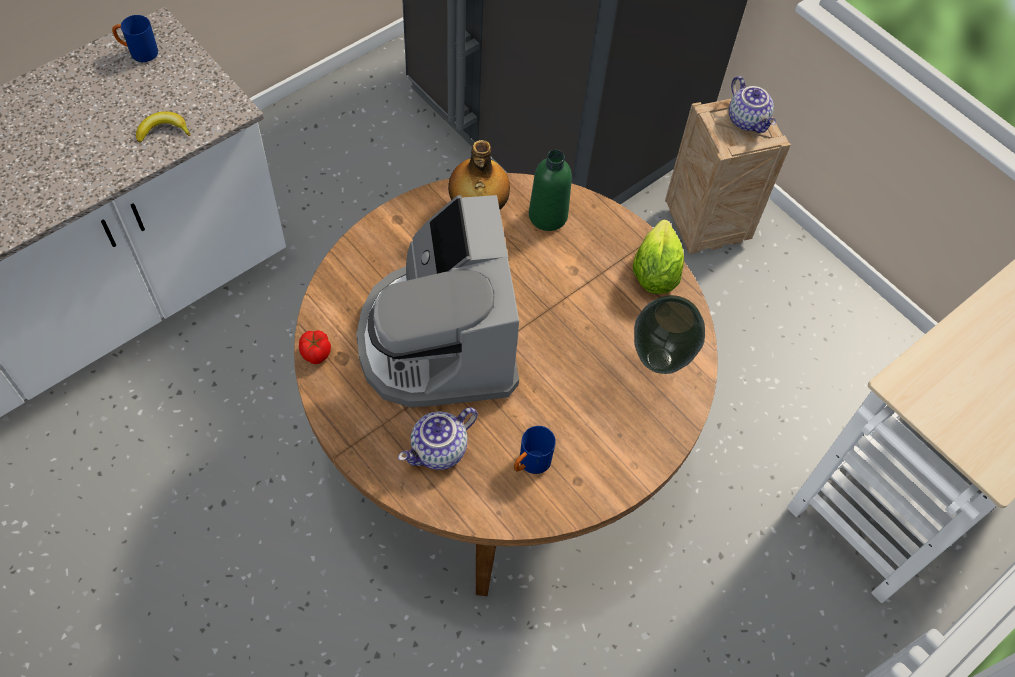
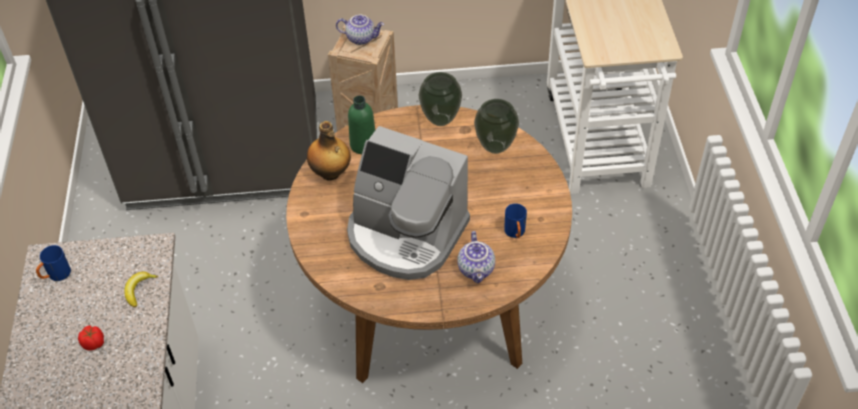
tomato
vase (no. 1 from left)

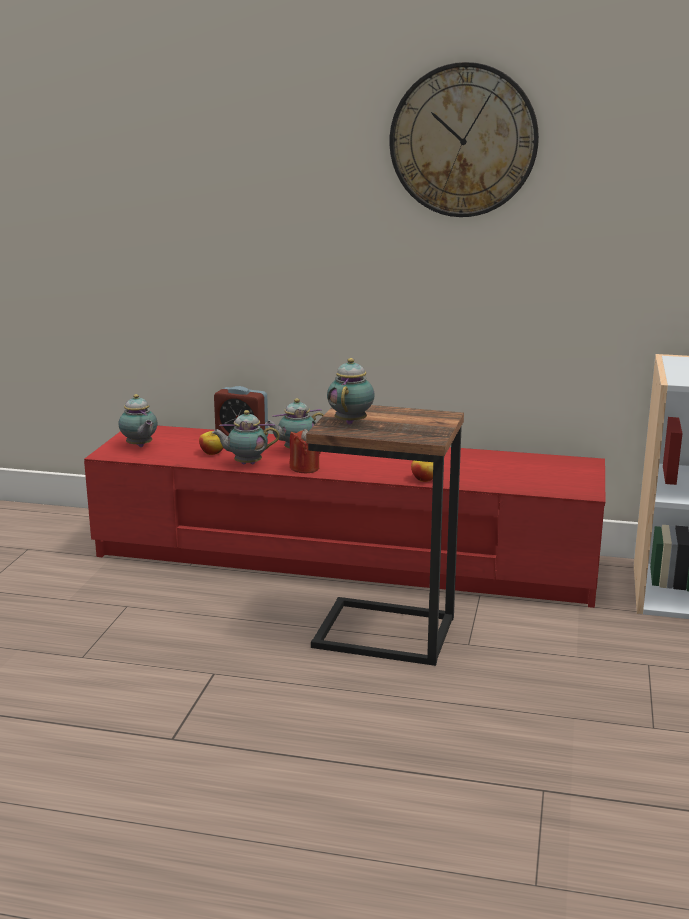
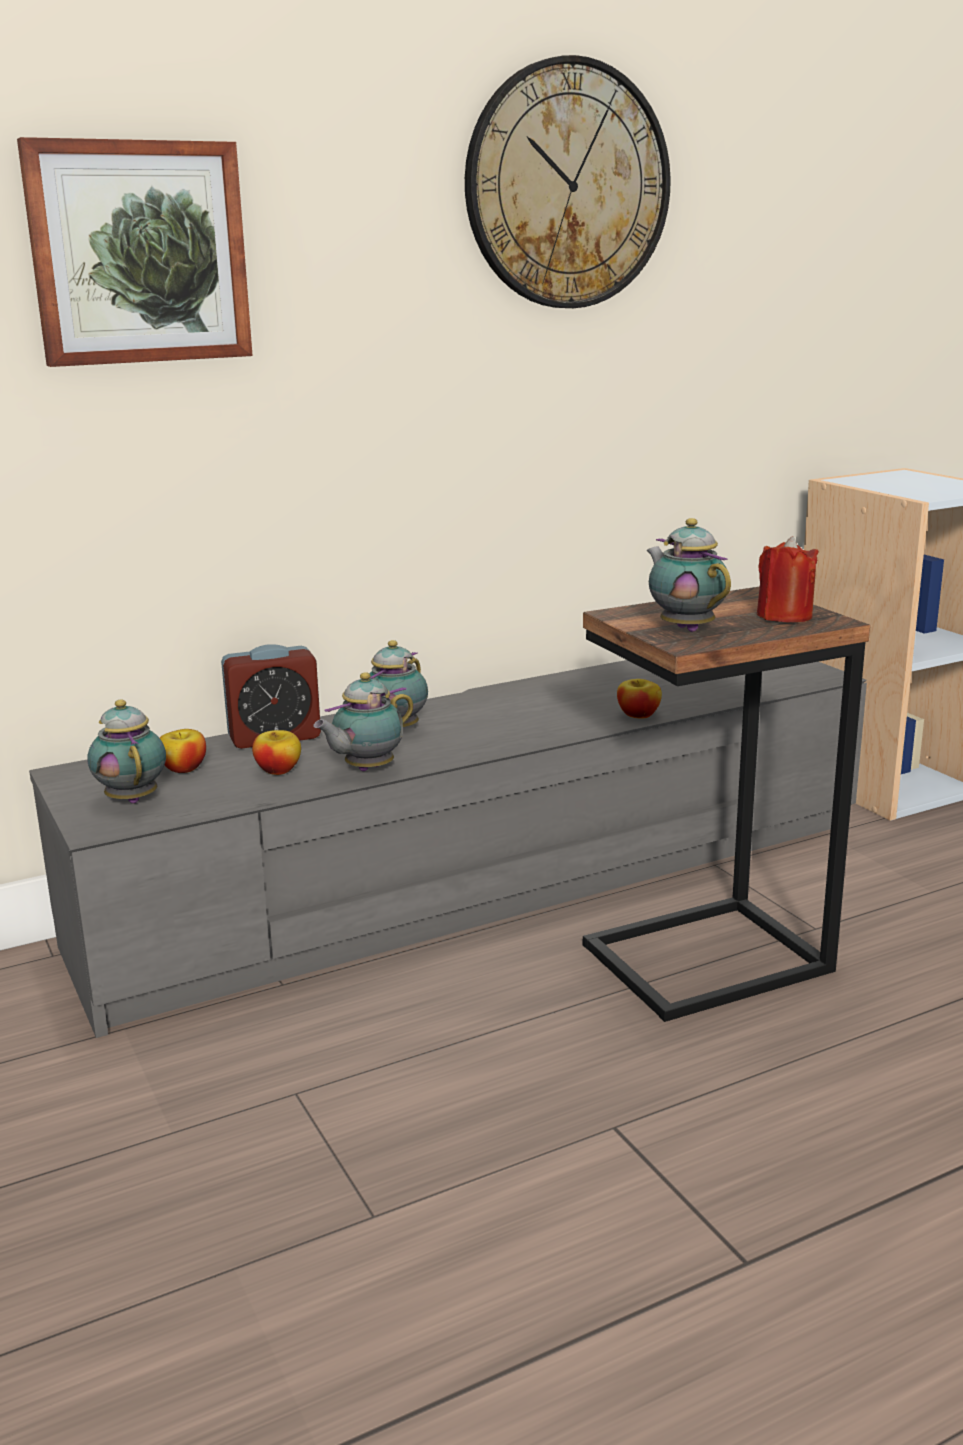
picture
grey tv stand
teapot (no. 1 from left)
apple (no. 1 from left)
red candle

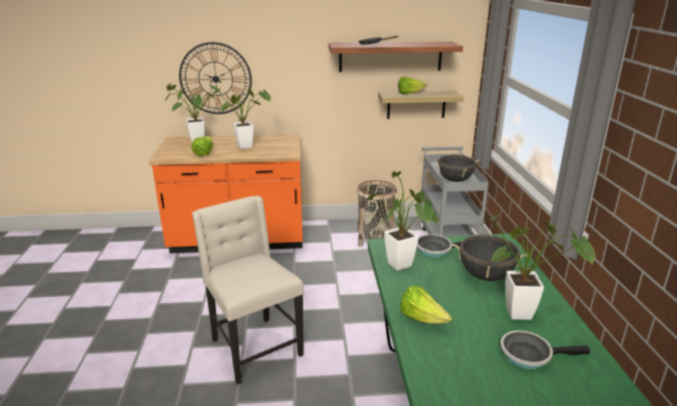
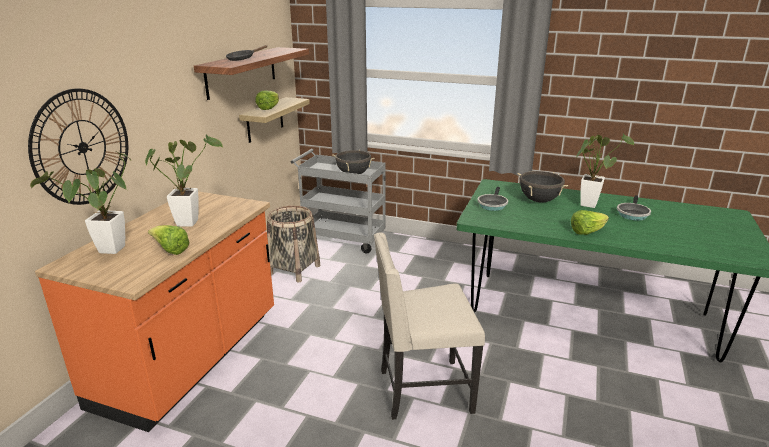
potted plant (no. 3 from left in the first image)

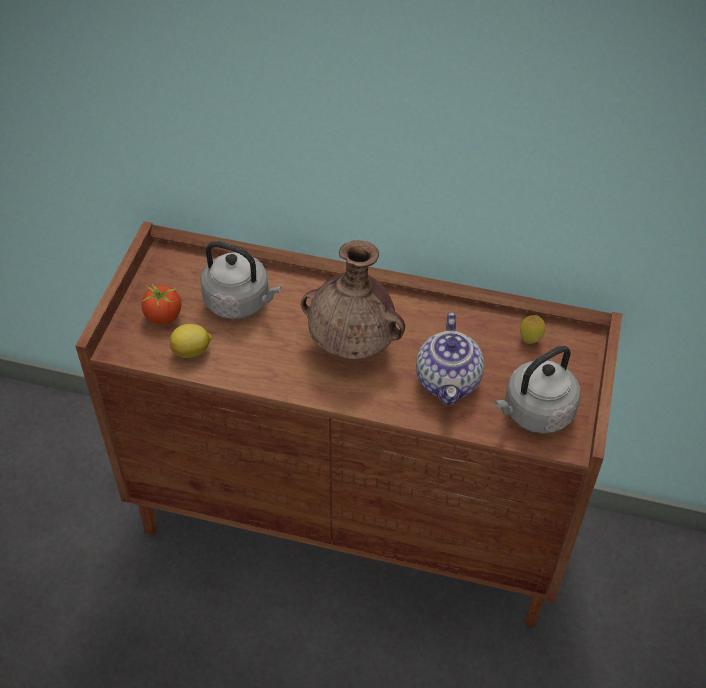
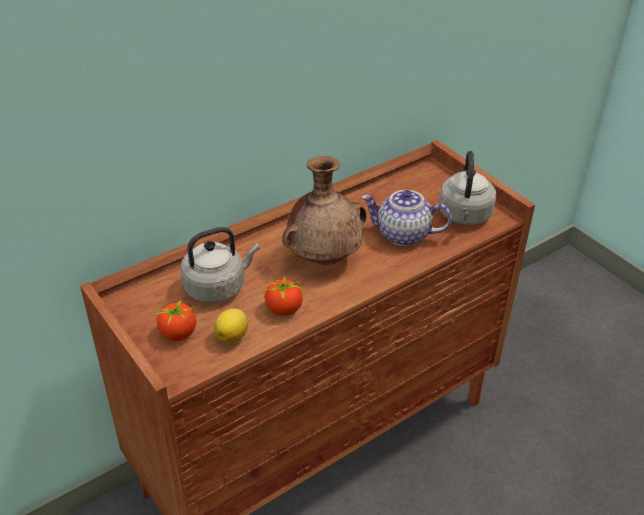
tomato (no. 2 from left)
teapot
lemon (no. 2 from left in the first image)

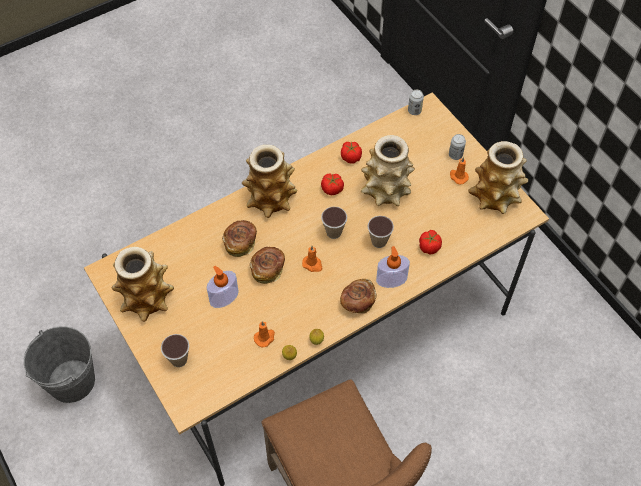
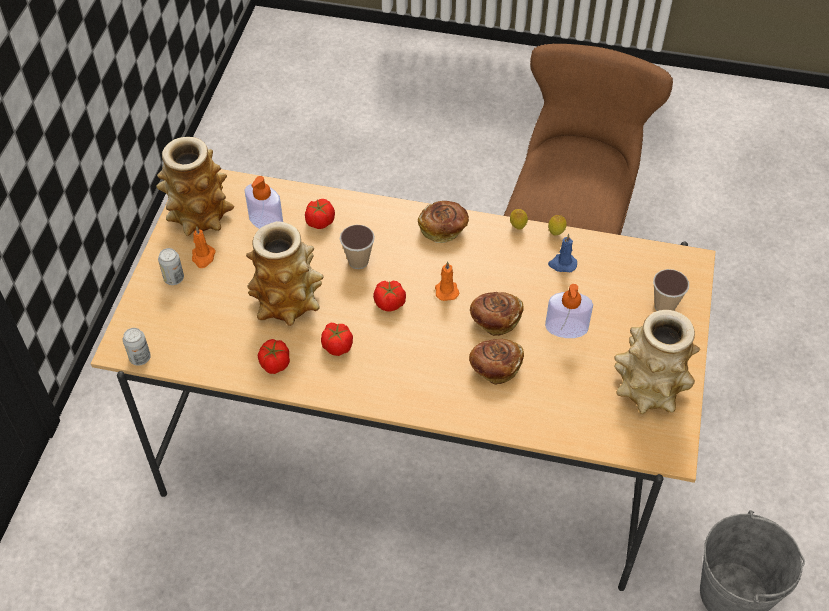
soap dispenser (no. 1 from left)
tomato (no. 4 from left)
blue candle
vase (no. 2 from left in the first image)

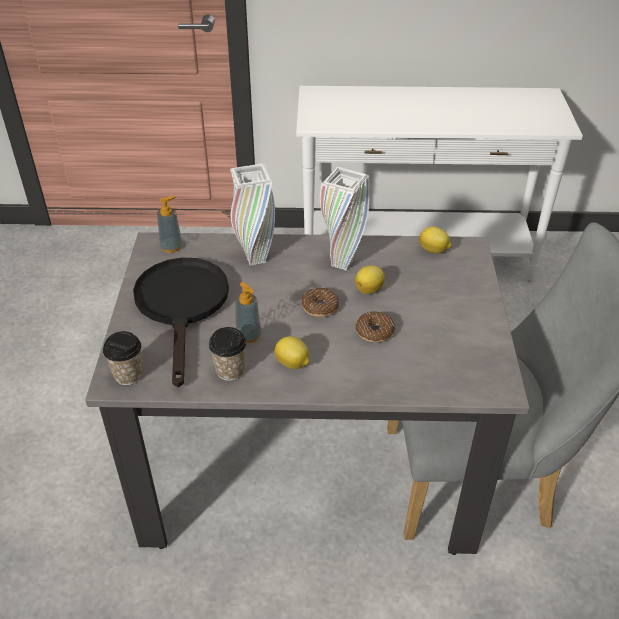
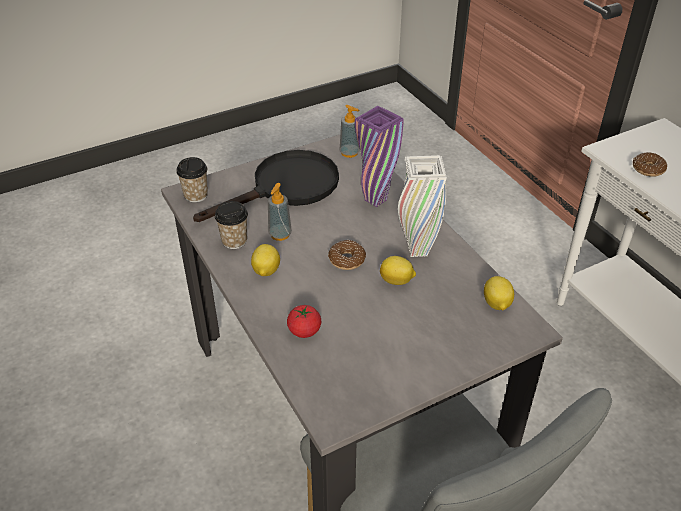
tomato
purple vase
donut (no. 2 from left)

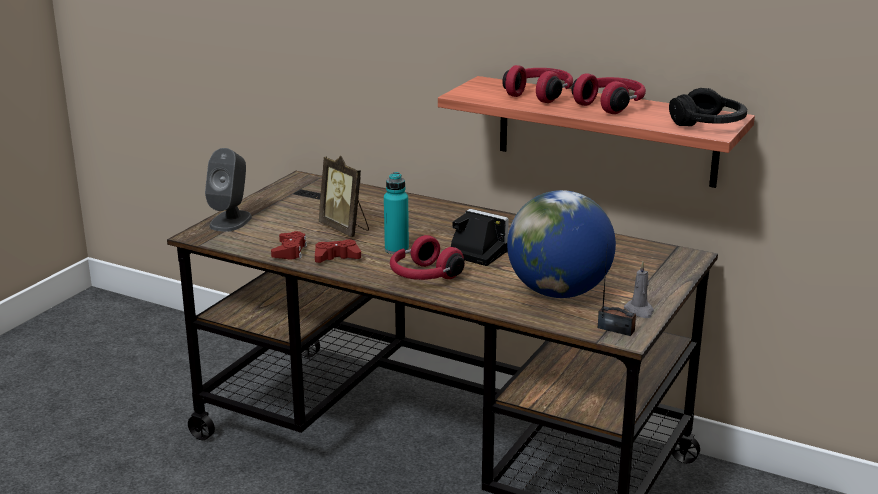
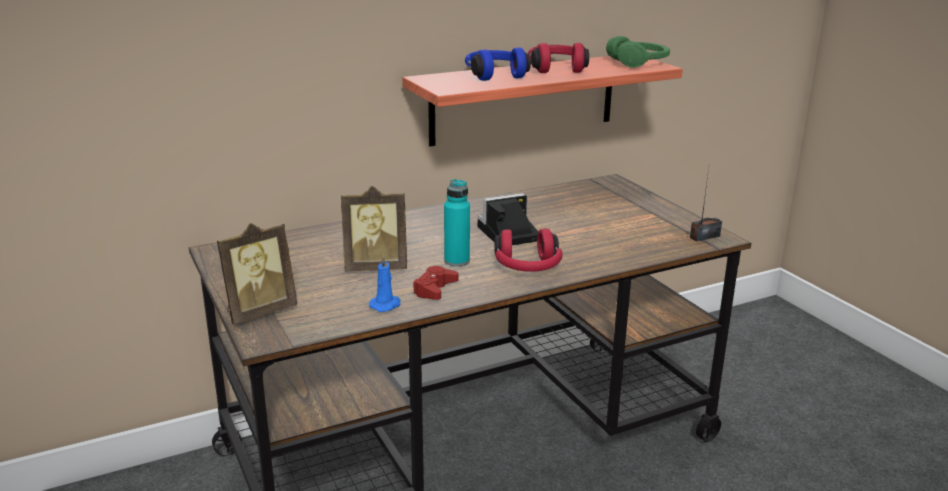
picture frame (no. 1 from left)
blue candle
blue headphones
green headphones
globe
grey candle

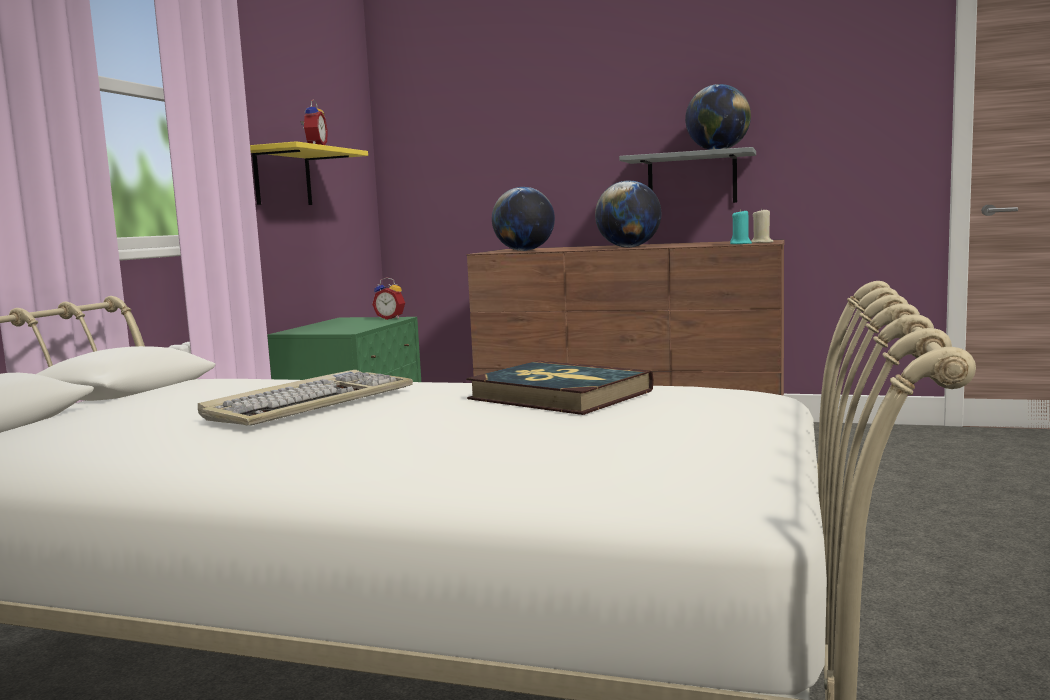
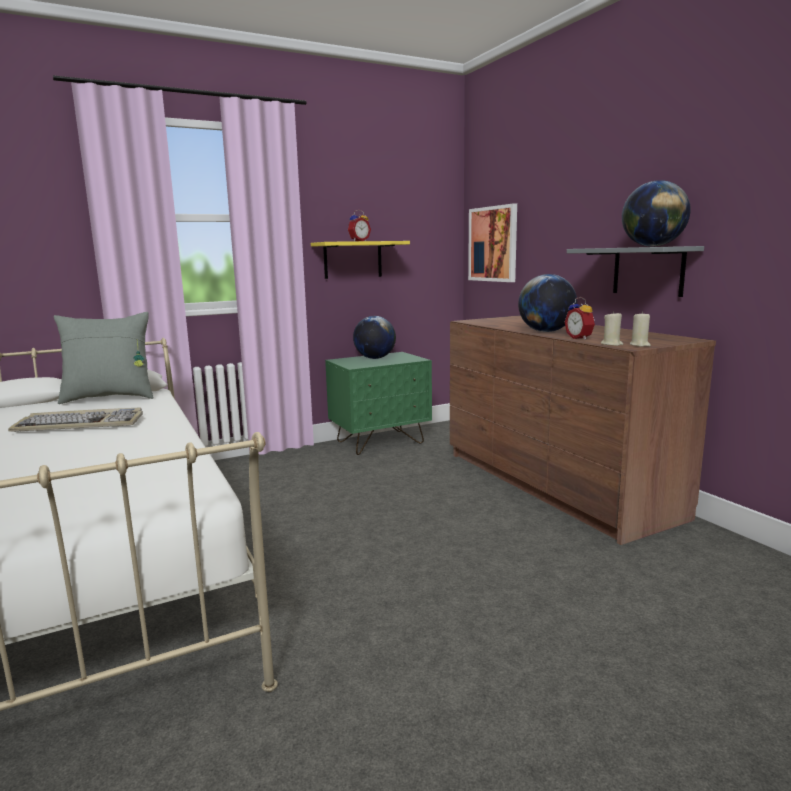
grey pillow
globe (no. 1 from left)
picture
alarm clock (no. 2 from left)
beige candle (no. 1 from left)
book

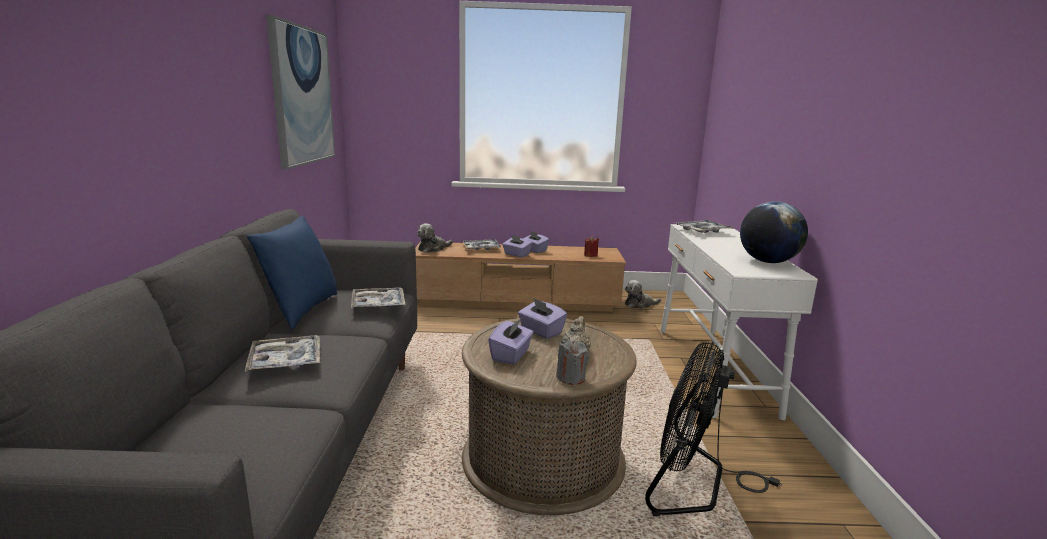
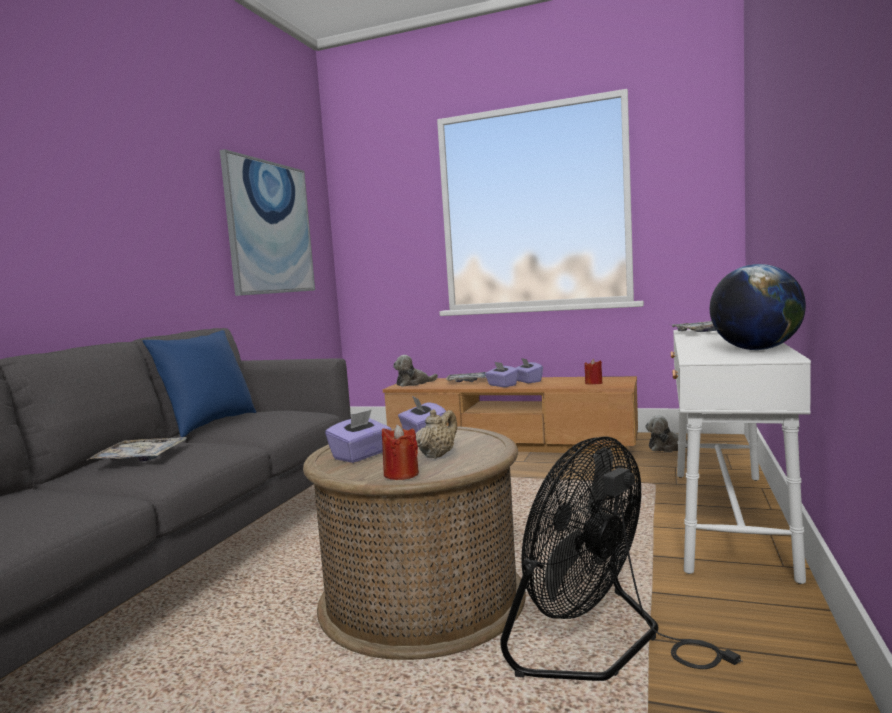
red candle (no. 1 from left)
tray (no. 2 from left in the first image)

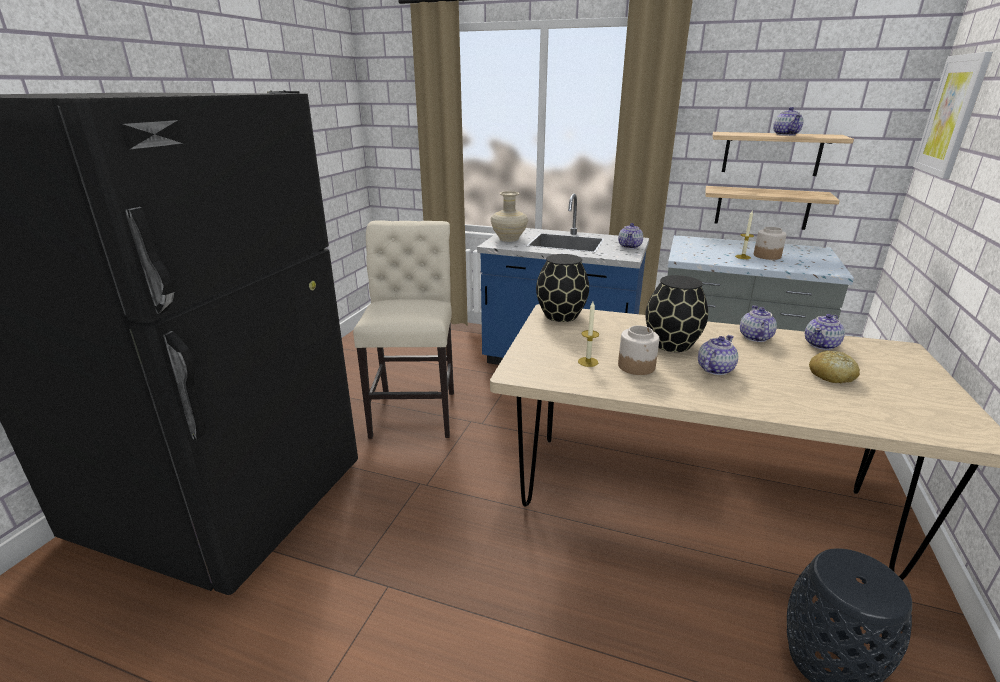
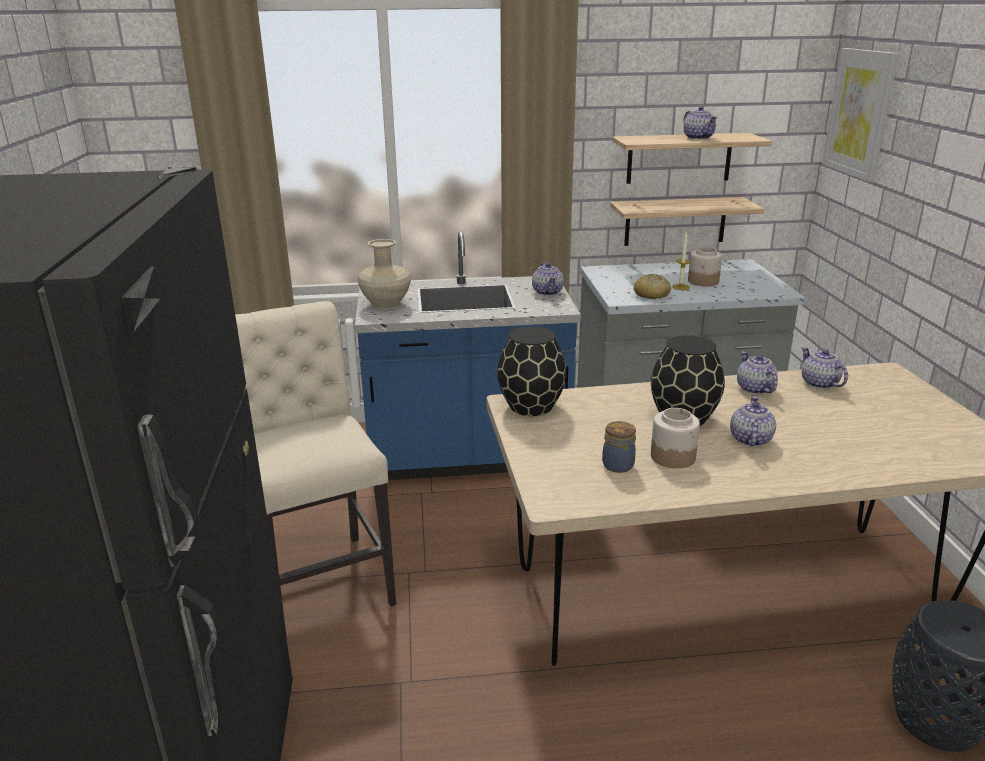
jar (no. 1 from left)
bread
teapot (no. 5 from left)

